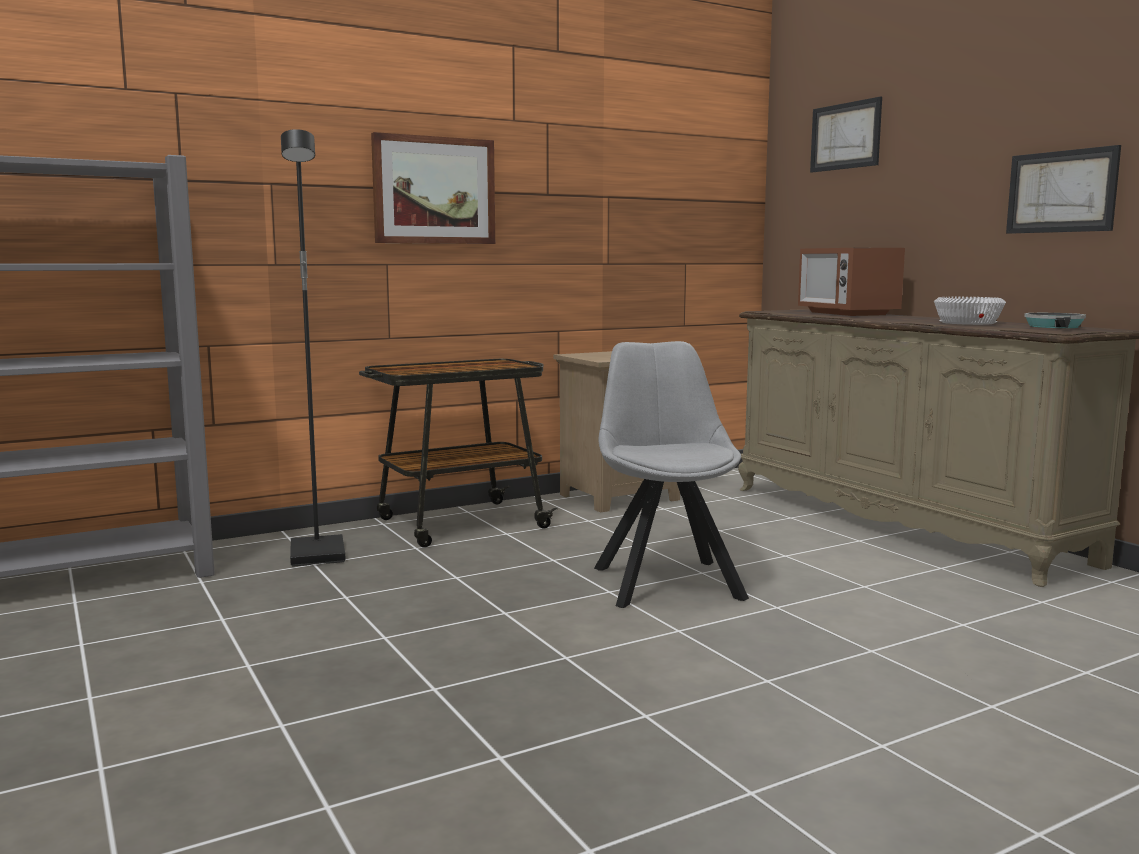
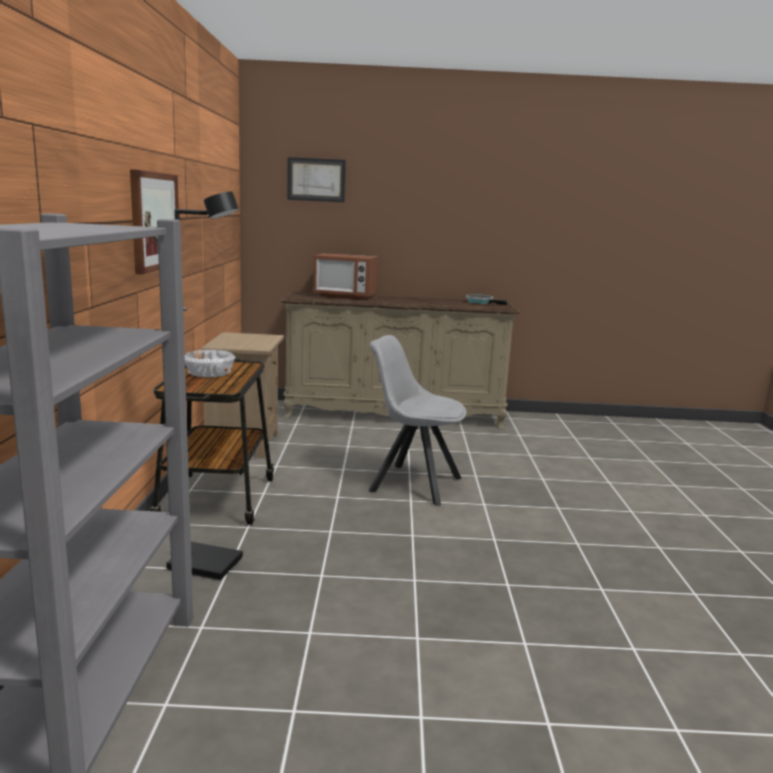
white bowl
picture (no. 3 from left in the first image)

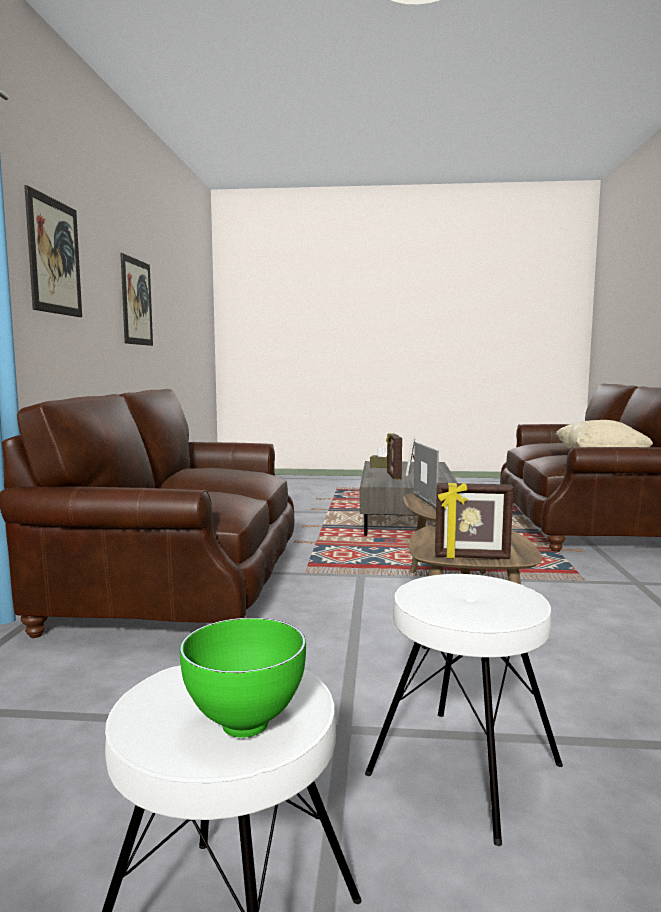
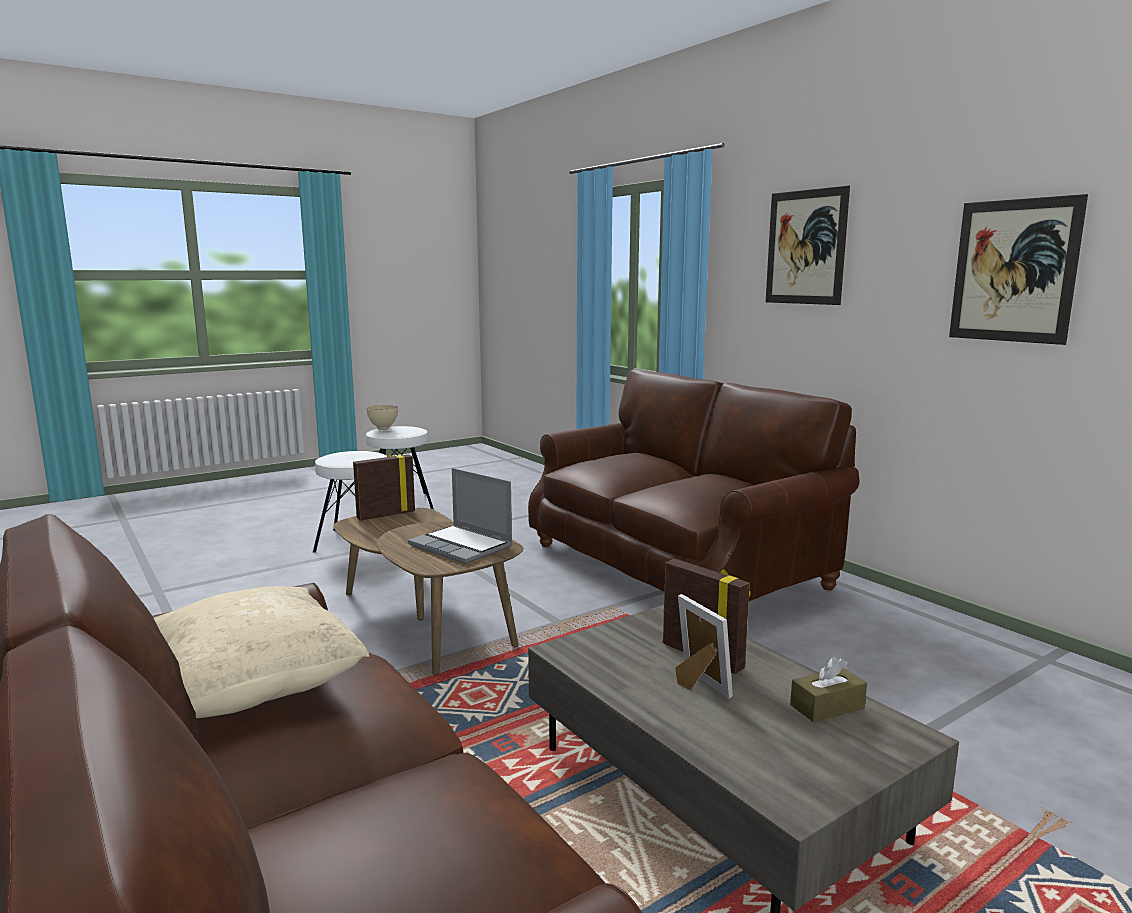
beige bowl

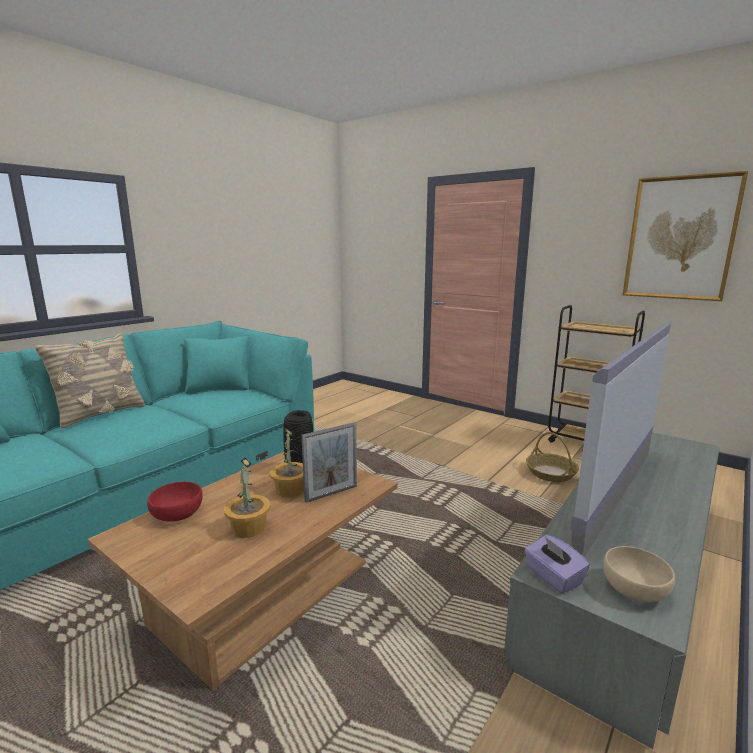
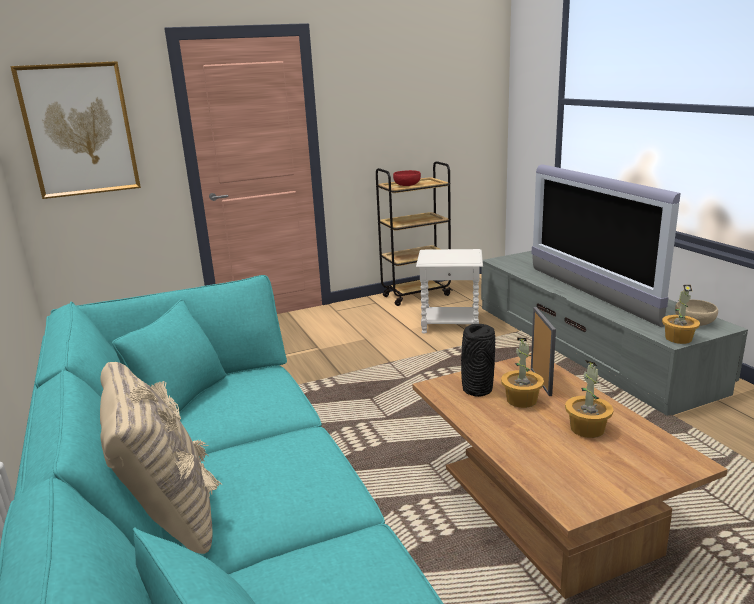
picture
red bowl
white side table
potted plant (no. 3 from left)

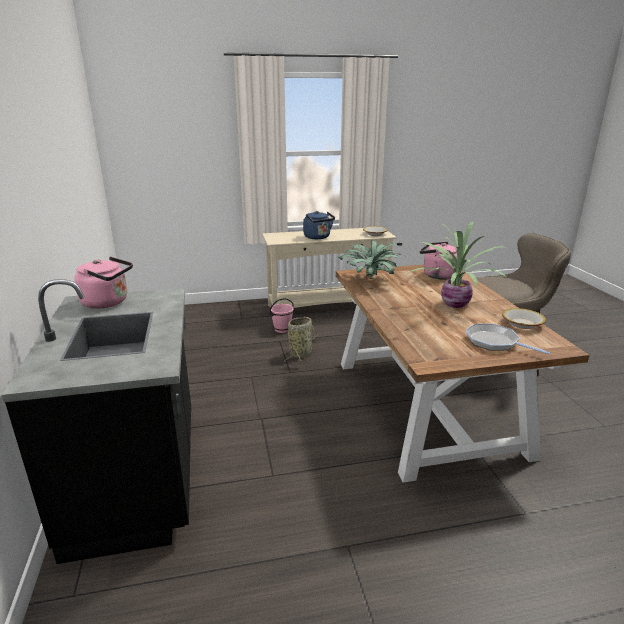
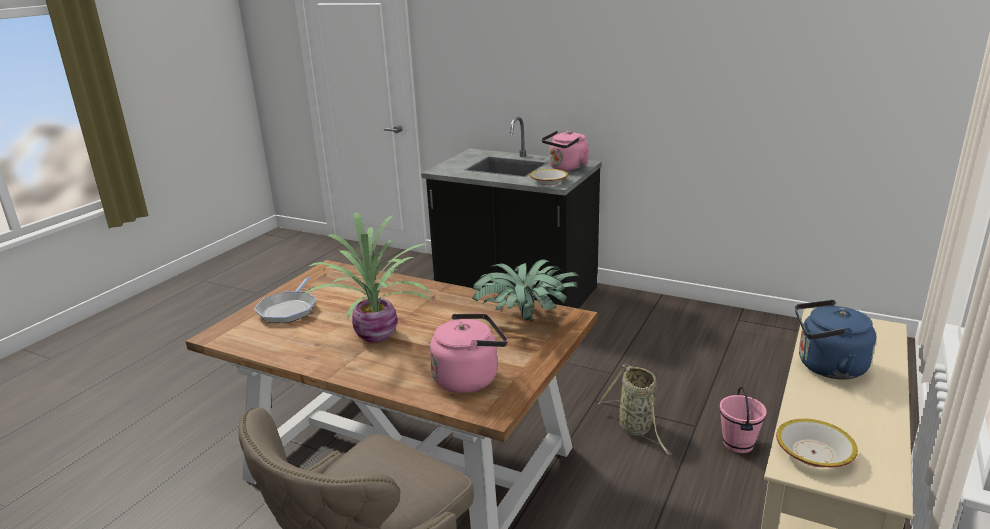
frying pan
bowl (no. 1 from left)

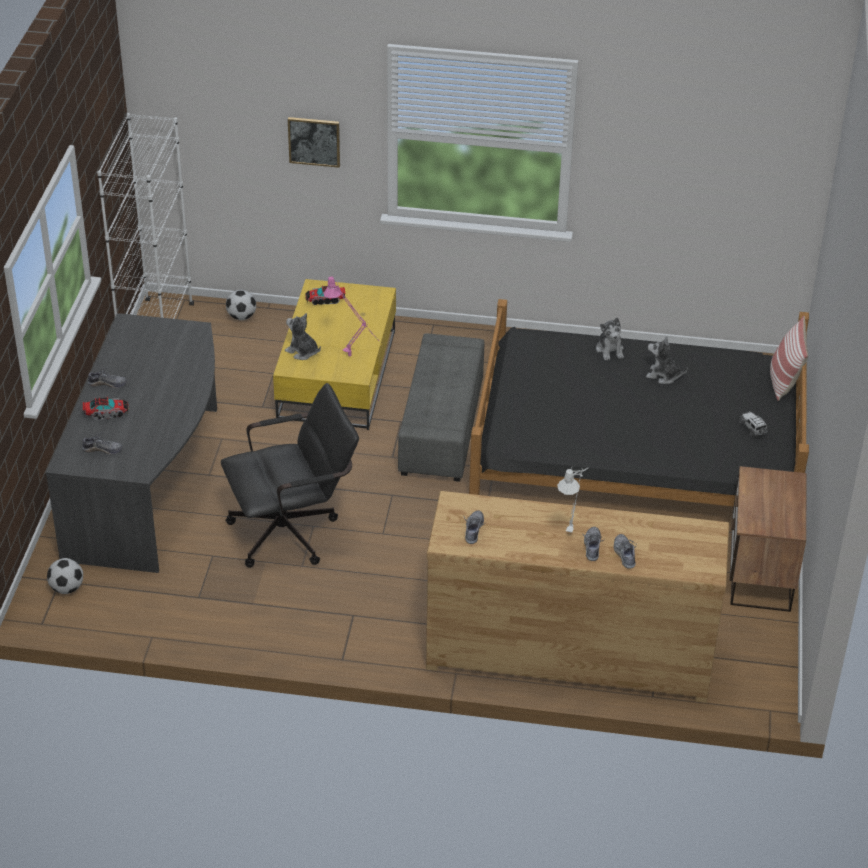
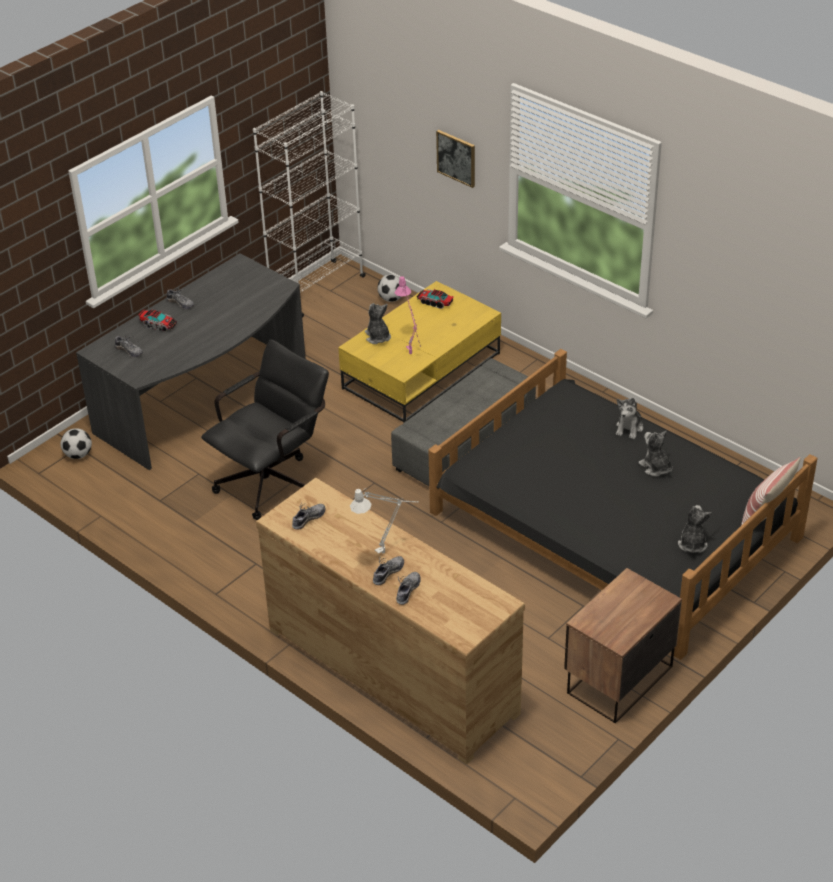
black office chair
plush toy (no. 4 from left)

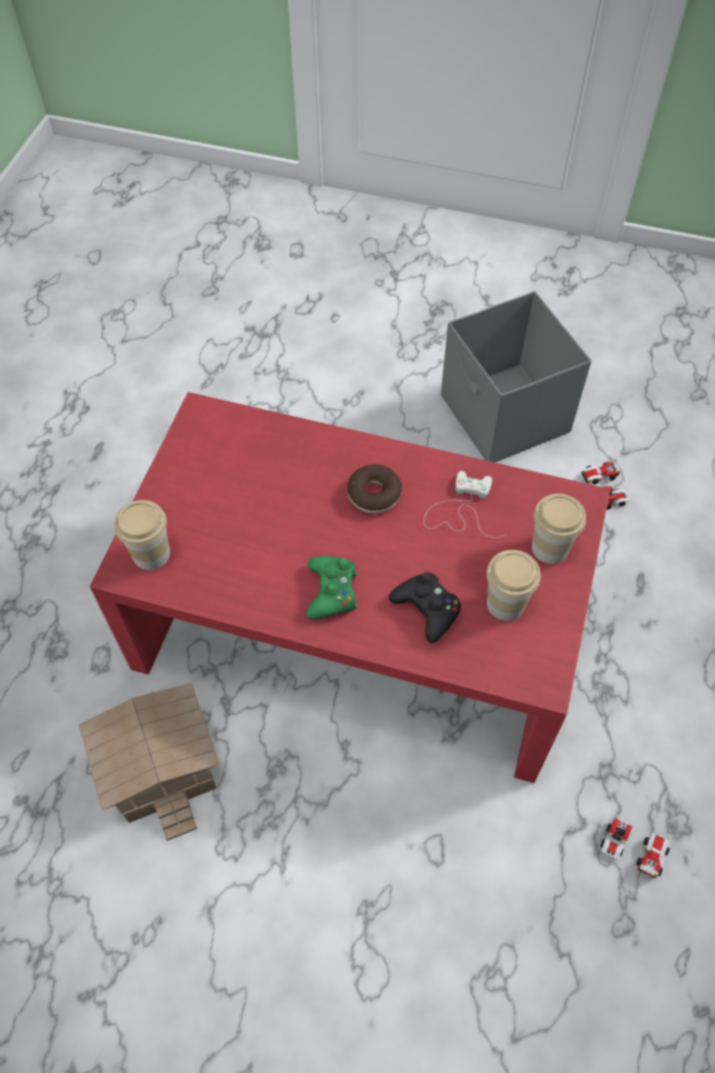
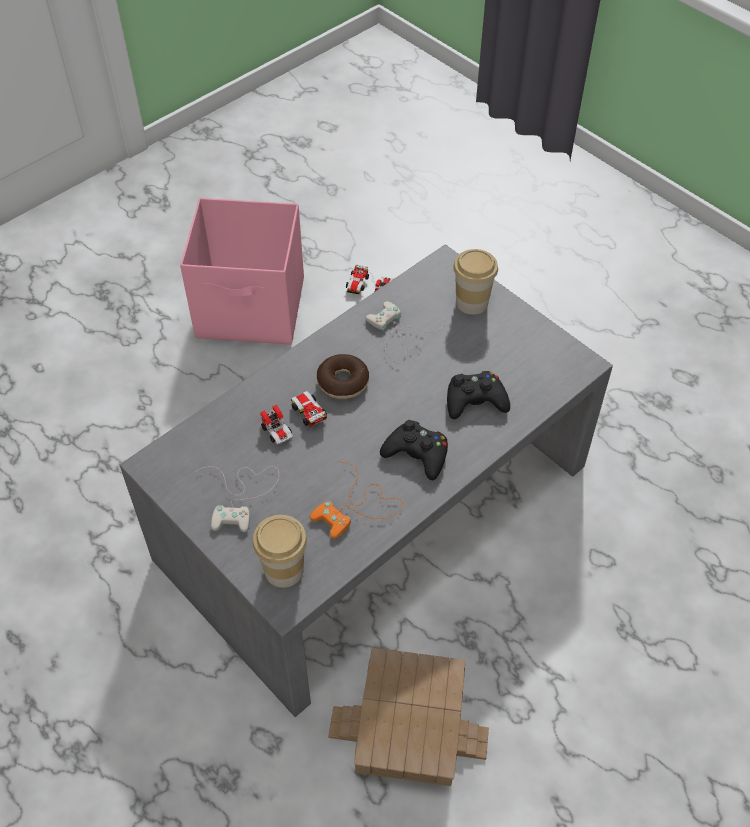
grey coffee table
pink storage box
white game controller (no. 1 from left)
toy car (no. 1 from left)
orange game controller
black game controller (no. 1 from left)
cup (no. 2 from left in the first image)

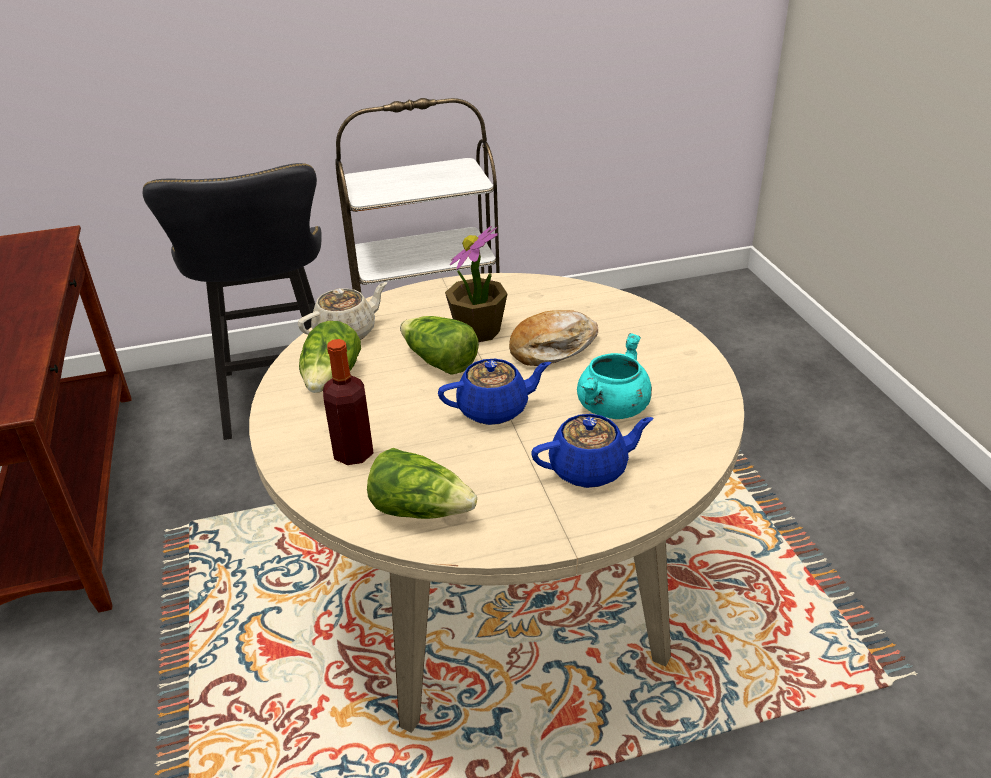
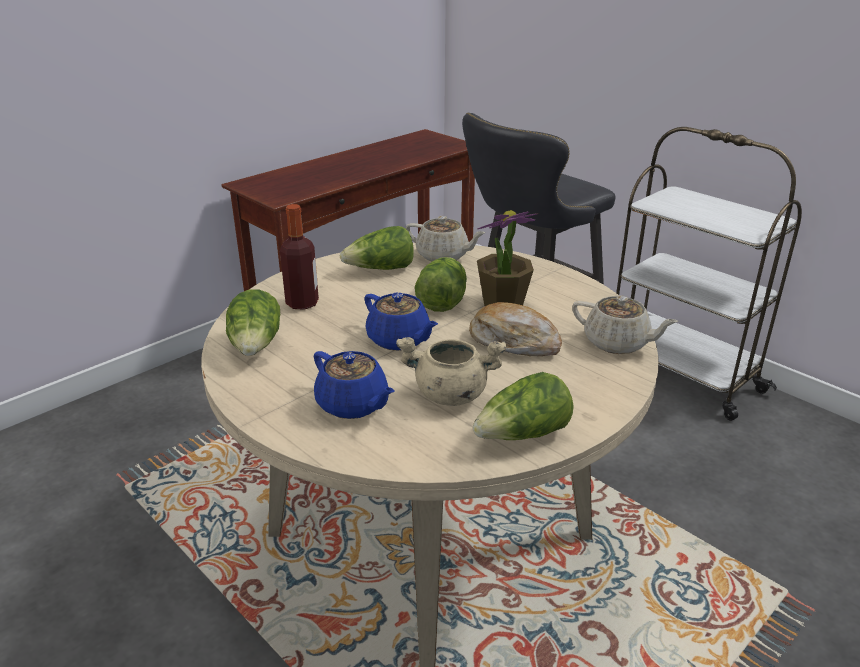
beige cooking pot
lettuce (no. 4 from left)
beige teapot (no. 2 from left)

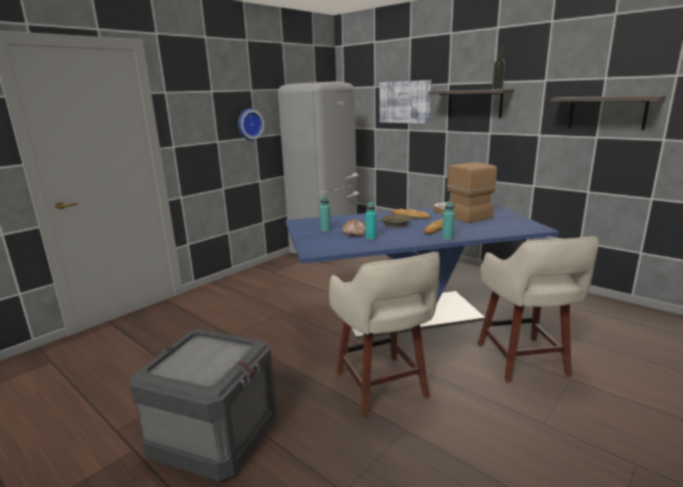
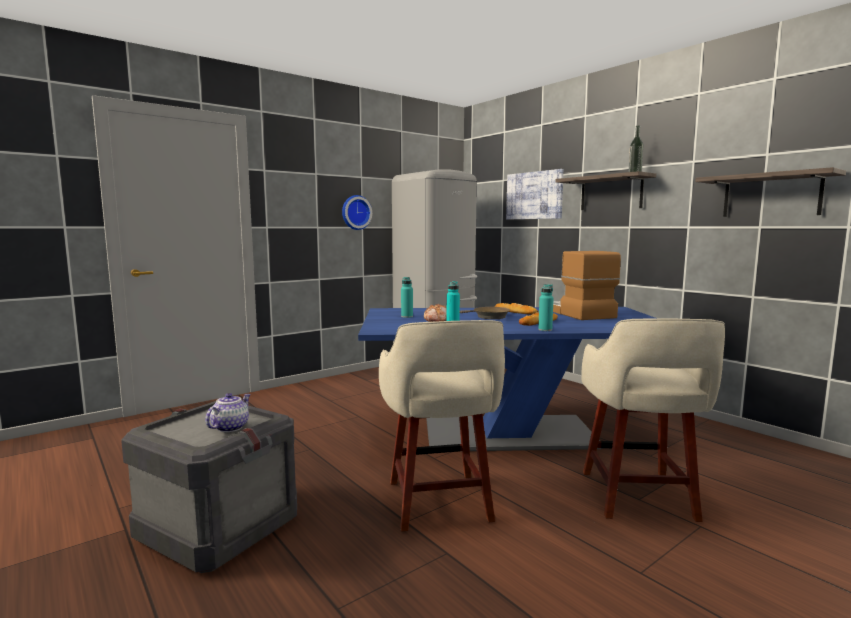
teapot

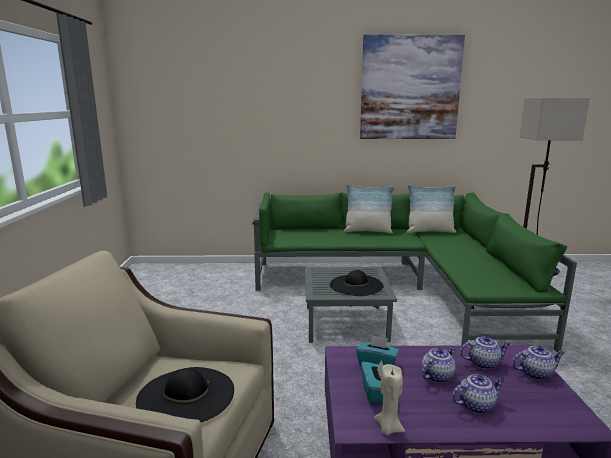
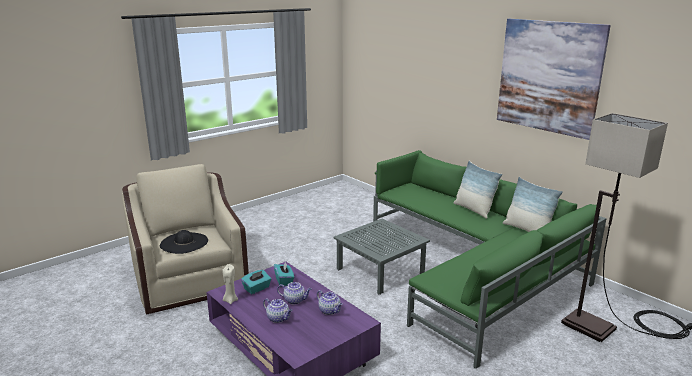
black hat (no. 2 from left in the first image)
teapot (no. 4 from left in the first image)

